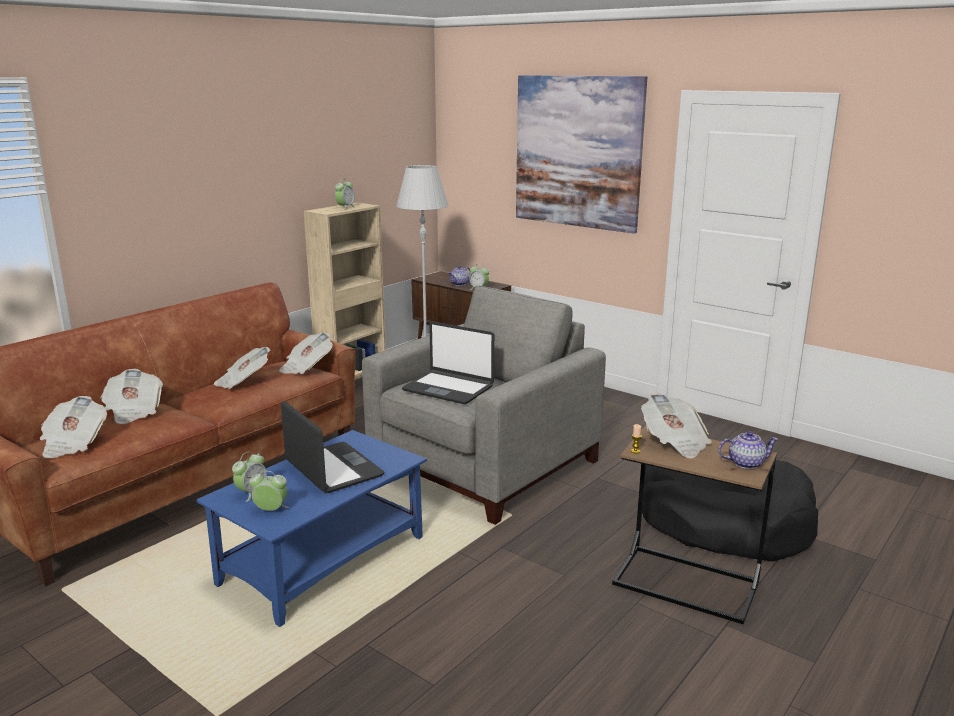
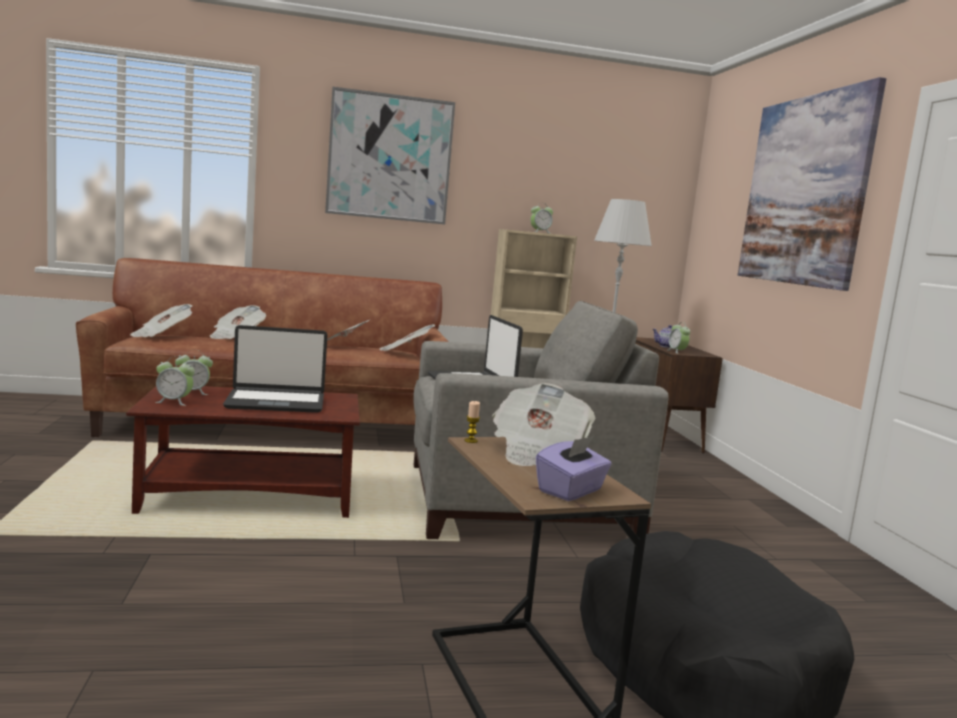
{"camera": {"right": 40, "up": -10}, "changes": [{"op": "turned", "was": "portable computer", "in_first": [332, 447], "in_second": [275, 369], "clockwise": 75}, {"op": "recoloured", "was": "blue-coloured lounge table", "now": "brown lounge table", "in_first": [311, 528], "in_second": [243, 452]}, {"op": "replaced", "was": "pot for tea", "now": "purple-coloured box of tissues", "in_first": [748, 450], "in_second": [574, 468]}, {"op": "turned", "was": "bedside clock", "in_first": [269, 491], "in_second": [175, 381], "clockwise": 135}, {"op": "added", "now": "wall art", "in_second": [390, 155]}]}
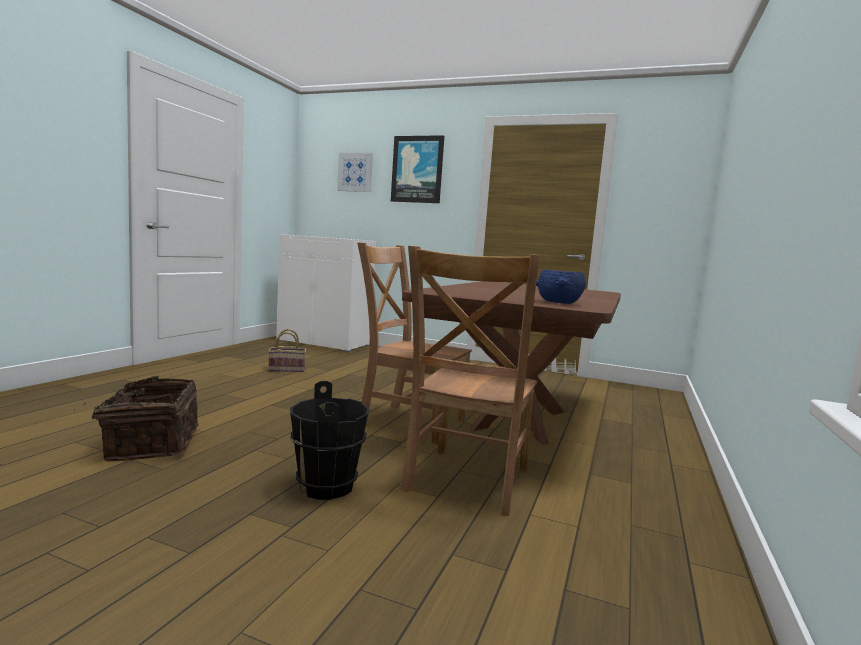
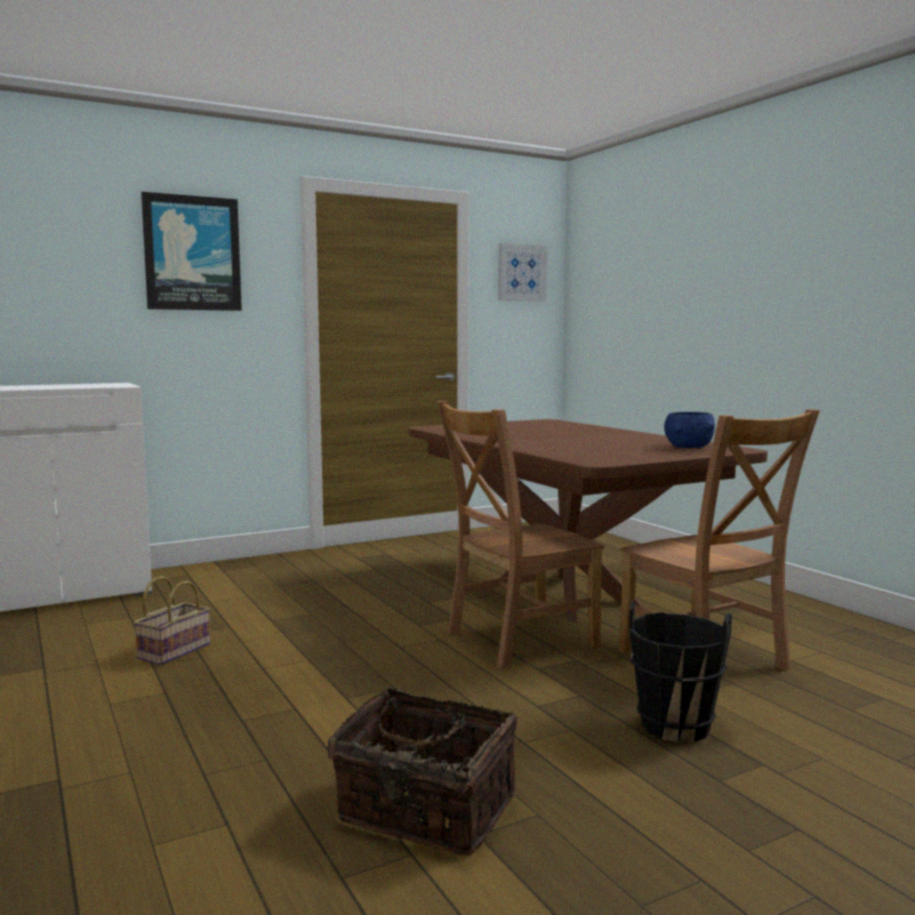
{"camera": {"right": -50, "up": 0}, "changes": [{"op": "moved", "was": "wall art", "in_first": [355, 172], "in_second": [522, 272]}]}
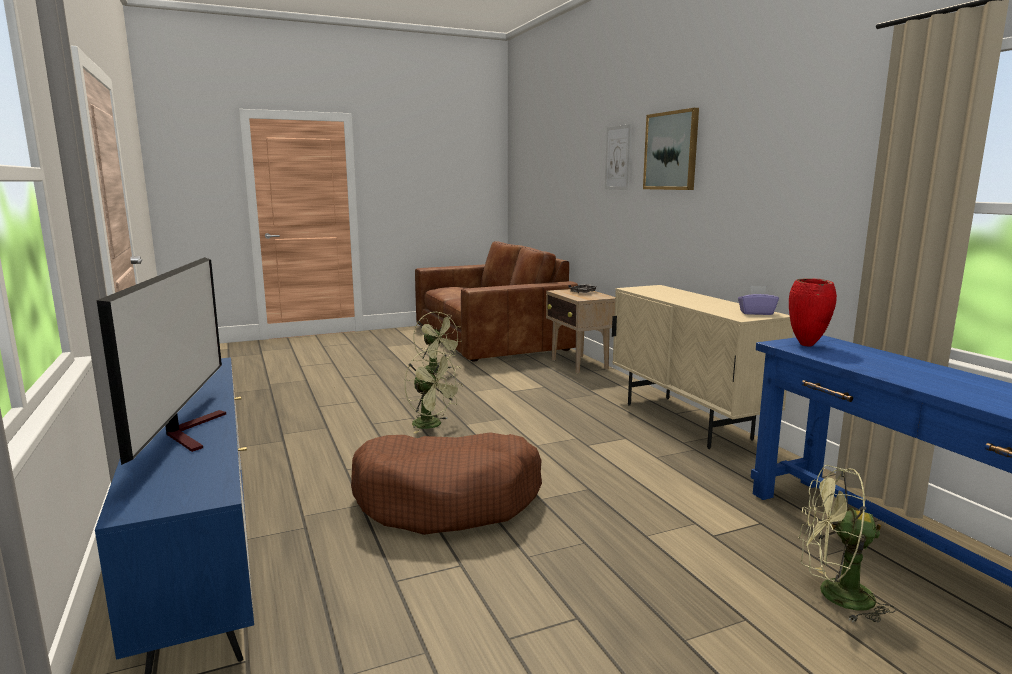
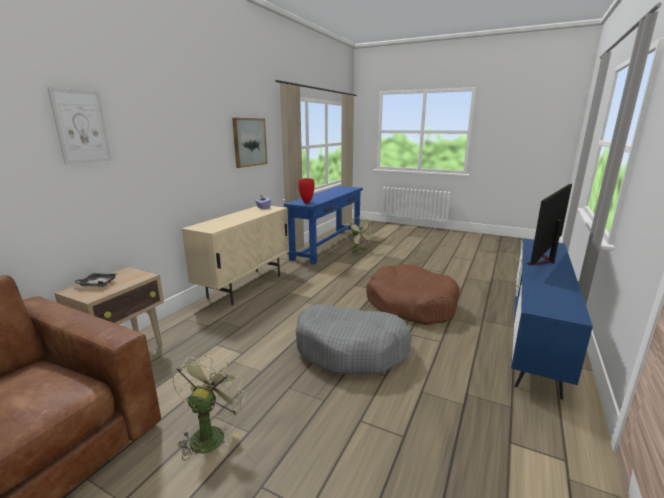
{"camera": {"right": -130, "up": 5}, "changes": [{"op": "moved", "was": "wall art", "in_first": [671, 149], "in_second": [249, 143]}, {"op": "replaced", "was": "green-coloured cooling fan", "now": "greyish dog cushion", "in_first": [434, 391], "in_second": [354, 339]}]}
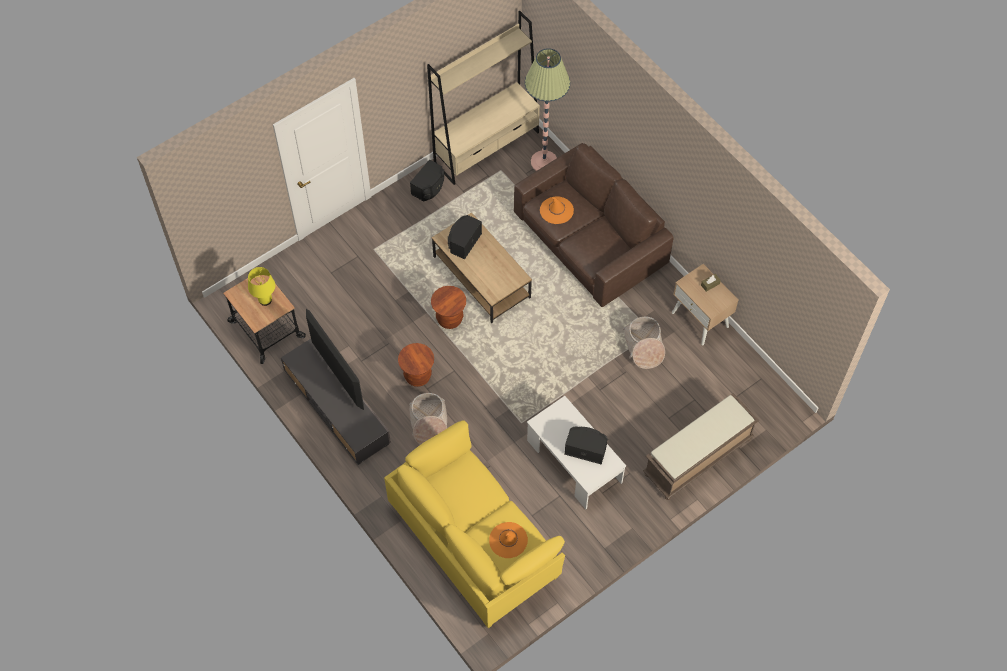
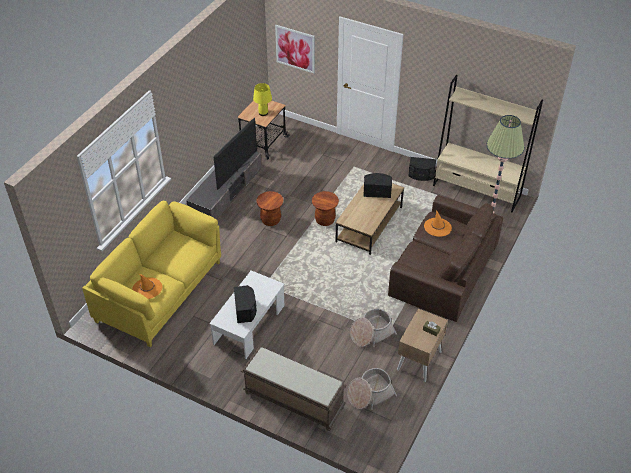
{"camera": {"right": 65, "up": -15}, "changes": [{"op": "moved", "was": "household basket", "in_first": [428, 419], "in_second": [372, 389]}, {"op": "added", "now": "wall art", "in_second": [295, 49]}]}
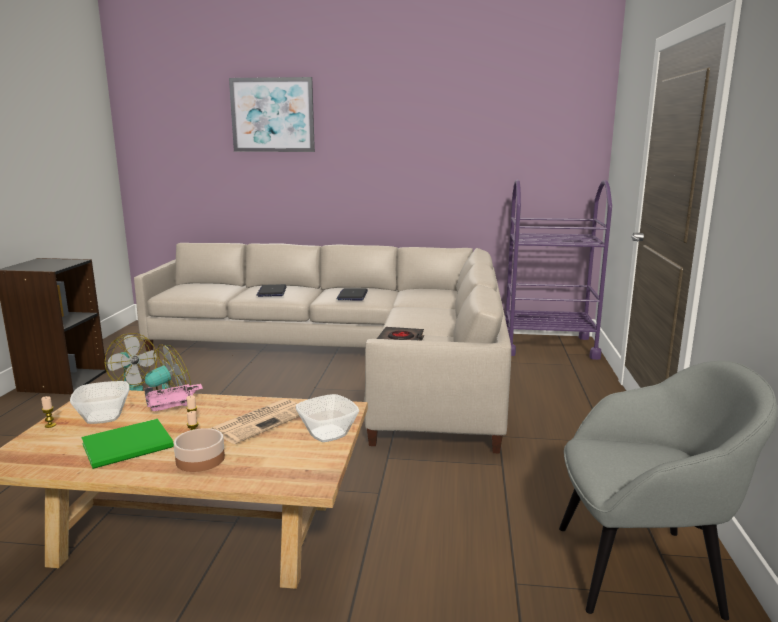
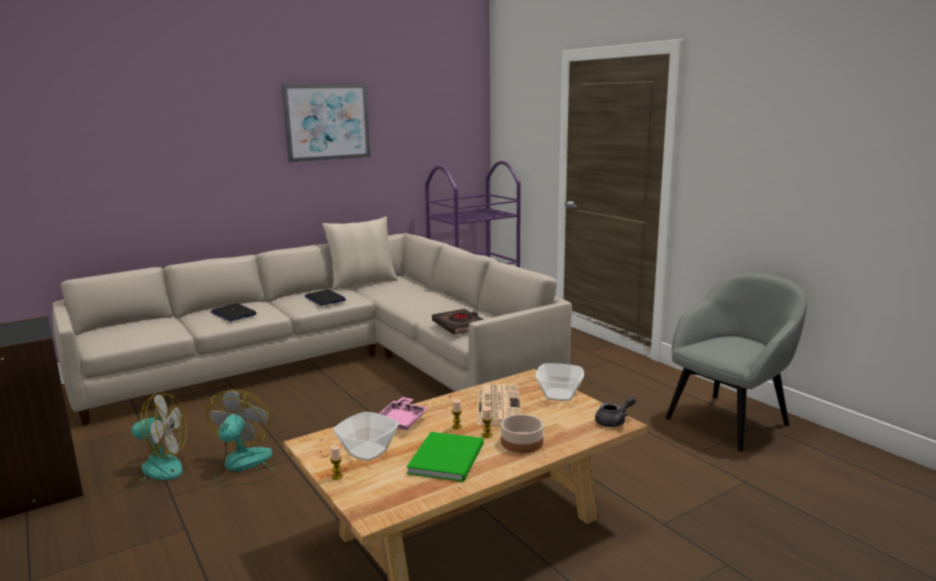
{"camera": {"right": -40, "up": 0}, "changes": [{"op": "moved", "was": "wall art", "in_first": [272, 114], "in_second": [326, 123]}, {"op": "added", "now": "beige-coloured throw pillow", "in_second": [360, 253]}, {"op": "added", "now": "greyish pot for tea", "in_second": [615, 411]}]}
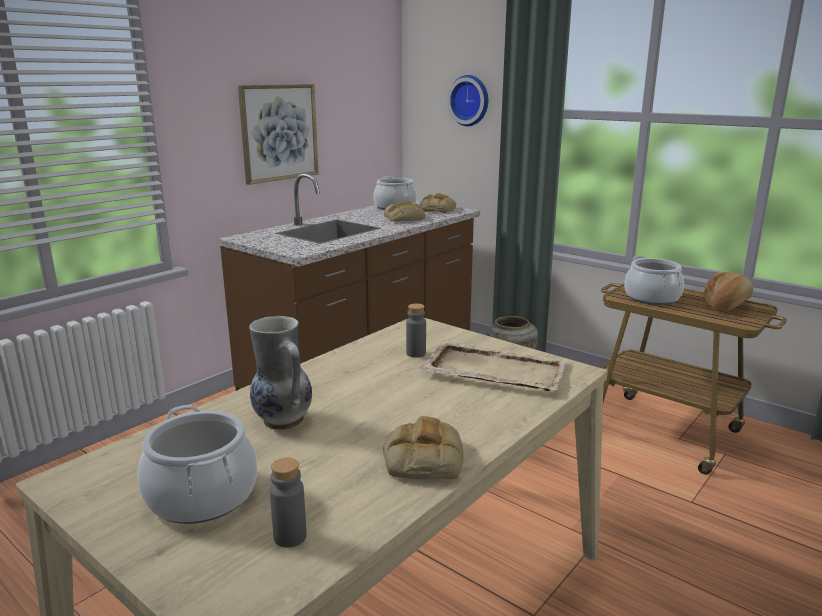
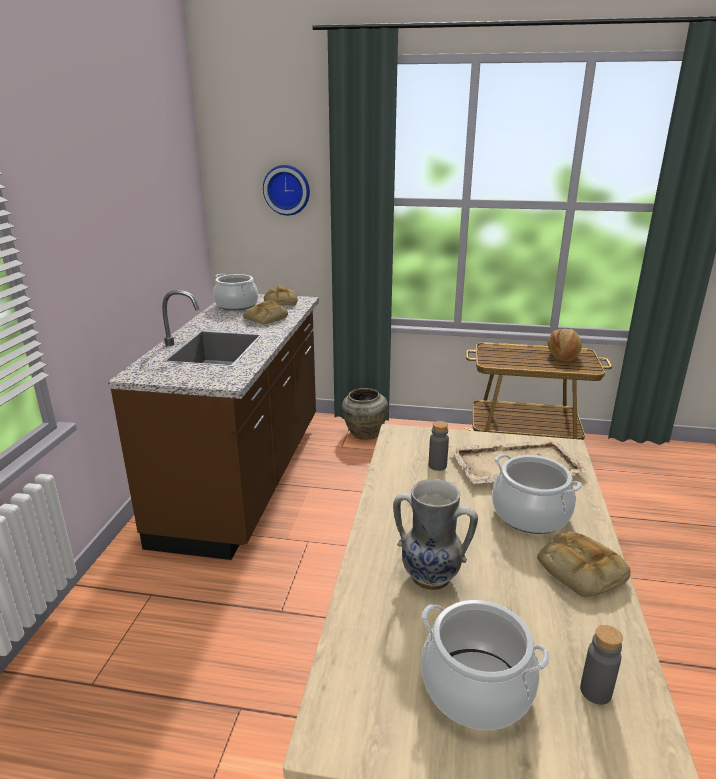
{"camera": {"right": -30, "up": 5}, "changes": [{"op": "removed", "was": "wall art", "in_first": [278, 134]}, {"op": "moved", "was": "saucepot", "in_first": [654, 280], "in_second": [537, 494]}]}
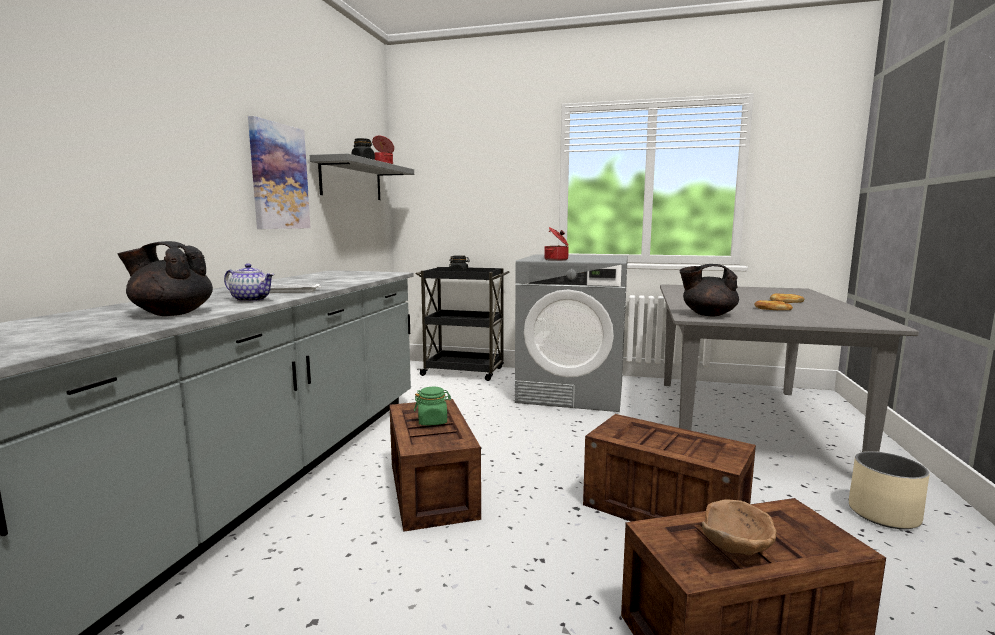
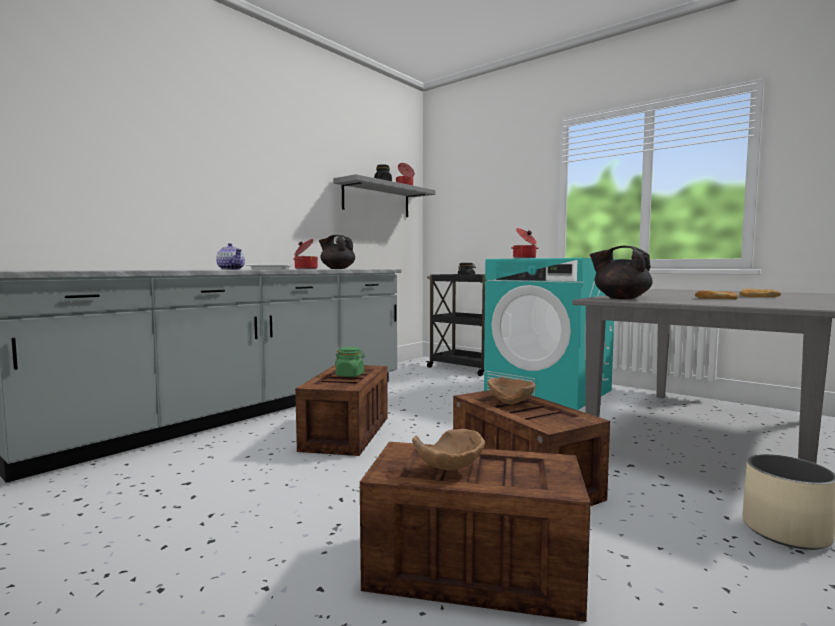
{"camera": {"right": 25, "up": -5}, "changes": [{"op": "removed", "was": "wall art", "in_first": [279, 172]}, {"op": "moved", "was": "blackish pot for tea", "in_first": [165, 278], "in_second": [337, 252]}, {"op": "recoloured", "was": "greyish laundry machine", "now": "blue-green laundry machine", "in_first": [571, 333], "in_second": [550, 334]}, {"op": "added", "now": "saucepot", "in_second": [305, 254]}, {"op": "added", "now": "brown serving bowl", "in_second": [511, 391]}]}
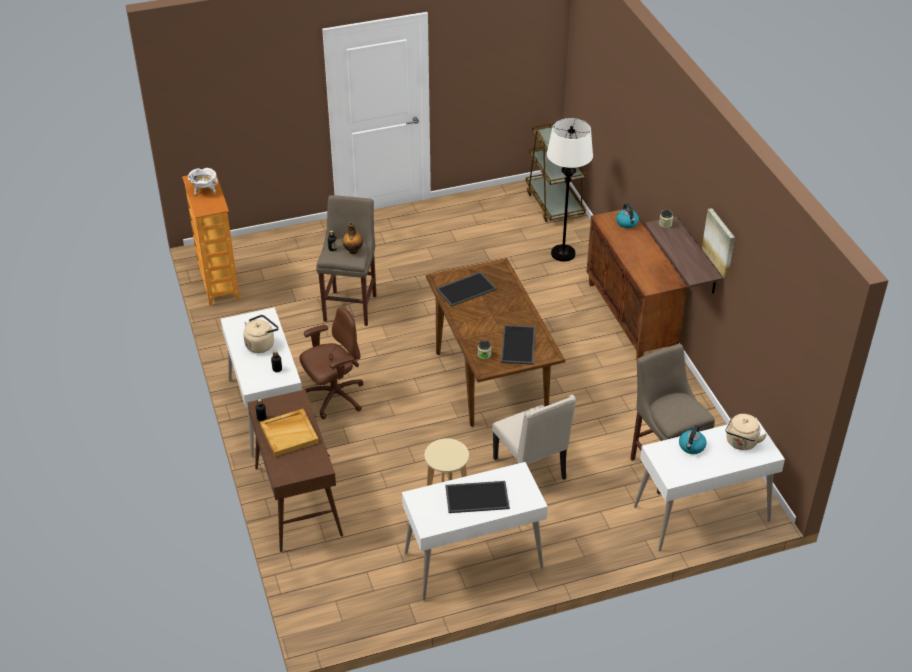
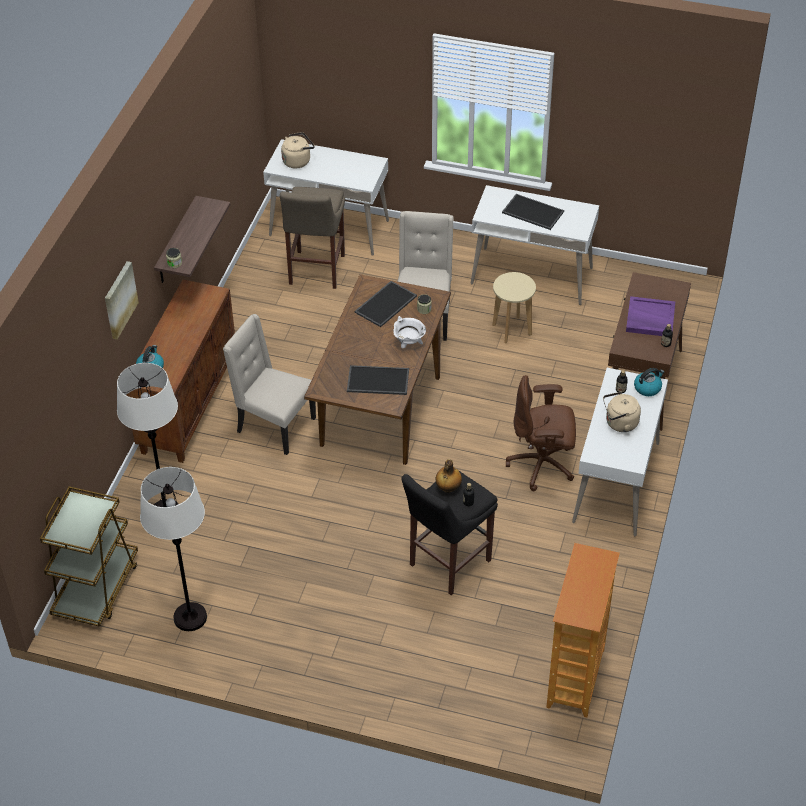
{"camera": {"right": -145, "up": 5}, "changes": [{"op": "moved", "was": "whitish saucepot", "in_first": [203, 181], "in_second": [409, 332]}, {"op": "recoloured", "was": "beige-coloured stool", "now": "blackish stool", "in_first": [346, 260], "in_second": [449, 532]}, {"op": "moved", "was": "wall art", "in_first": [718, 243], "in_second": [122, 300]}, {"op": "recoloured", "was": "beige-coloured carrying tray", "now": "purple-coloured carrying tray", "in_first": [289, 433], "in_second": [650, 316]}, {"op": "moved", "was": "water kettle", "in_first": [693, 439], "in_second": [649, 382]}, {"op": "added", "now": "beige-coloured plain chair", "in_second": [269, 384]}, {"op": "added", "now": "whitish standing lamp", "in_second": [173, 549]}]}
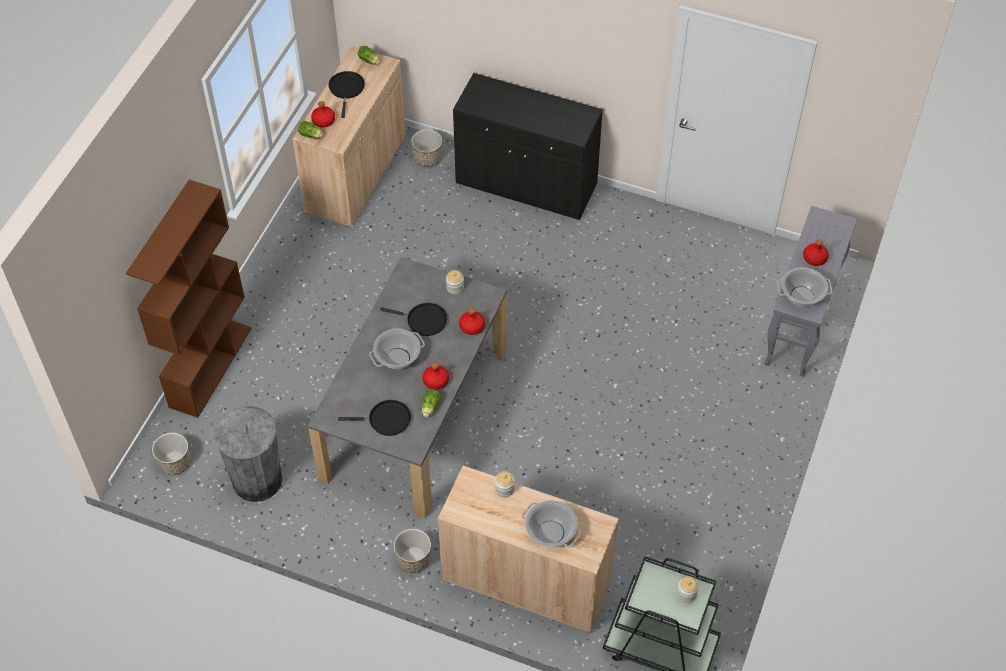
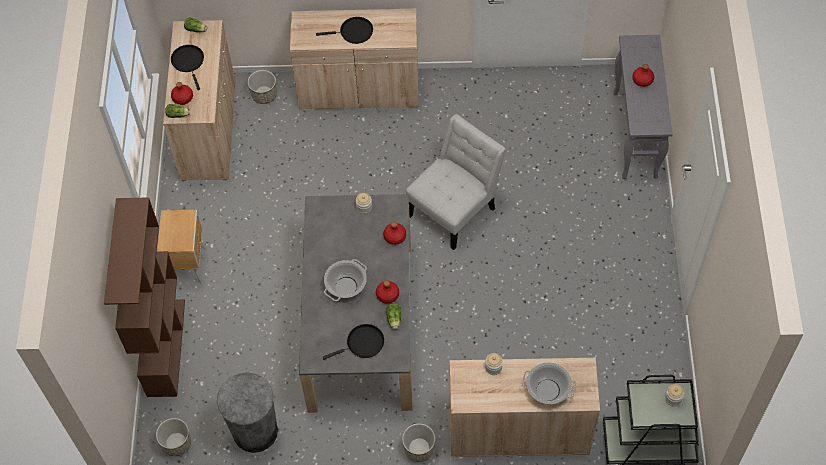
{"camera": {"right": -20, "up": 5}, "changes": [{"op": "recoloured", "was": "blackish cupboard", "now": "beige-coloured cupboard", "in_first": [528, 146], "in_second": [354, 59]}, {"op": "removed", "was": "saucepot", "in_first": [804, 287]}, {"op": "moved", "was": "blackish skillet", "in_first": [413, 319], "in_second": [344, 30]}, {"op": "added", "now": "whitish plain chair", "in_second": [456, 182]}, {"op": "added", "now": "brown nightstand", "in_second": [181, 247]}]}
